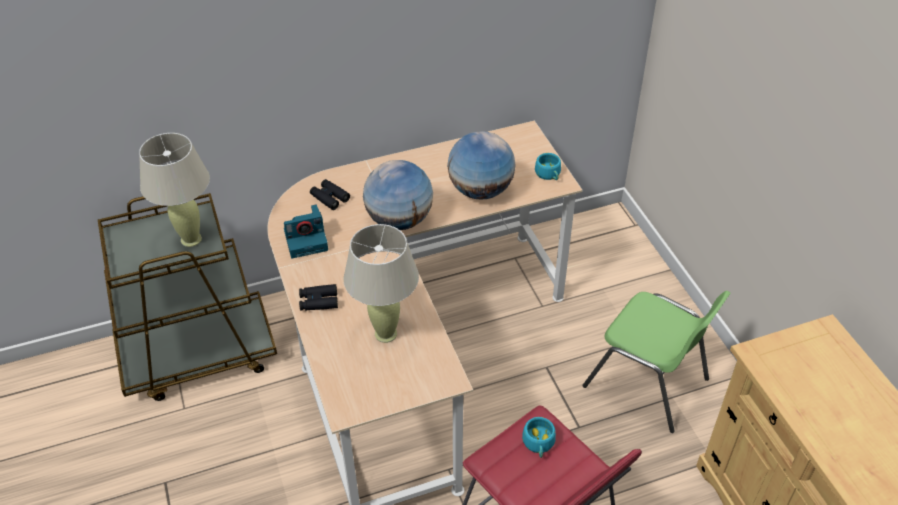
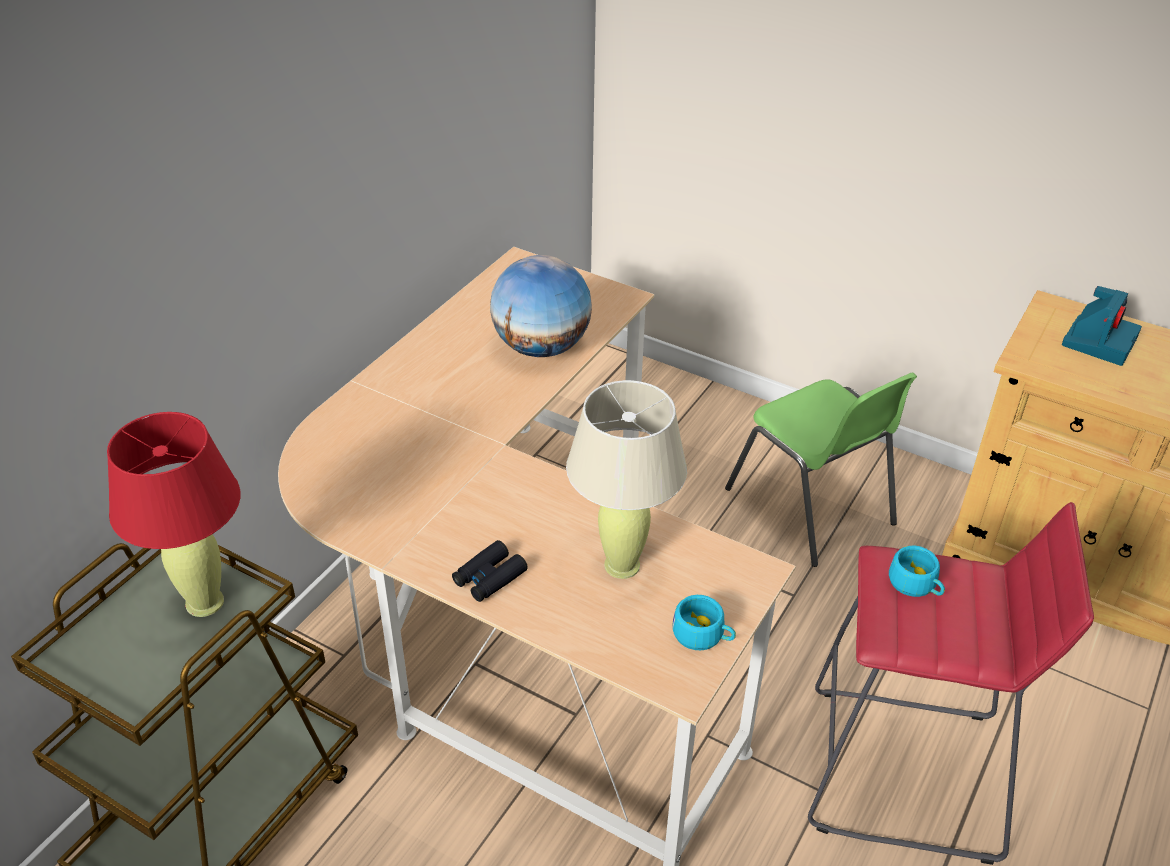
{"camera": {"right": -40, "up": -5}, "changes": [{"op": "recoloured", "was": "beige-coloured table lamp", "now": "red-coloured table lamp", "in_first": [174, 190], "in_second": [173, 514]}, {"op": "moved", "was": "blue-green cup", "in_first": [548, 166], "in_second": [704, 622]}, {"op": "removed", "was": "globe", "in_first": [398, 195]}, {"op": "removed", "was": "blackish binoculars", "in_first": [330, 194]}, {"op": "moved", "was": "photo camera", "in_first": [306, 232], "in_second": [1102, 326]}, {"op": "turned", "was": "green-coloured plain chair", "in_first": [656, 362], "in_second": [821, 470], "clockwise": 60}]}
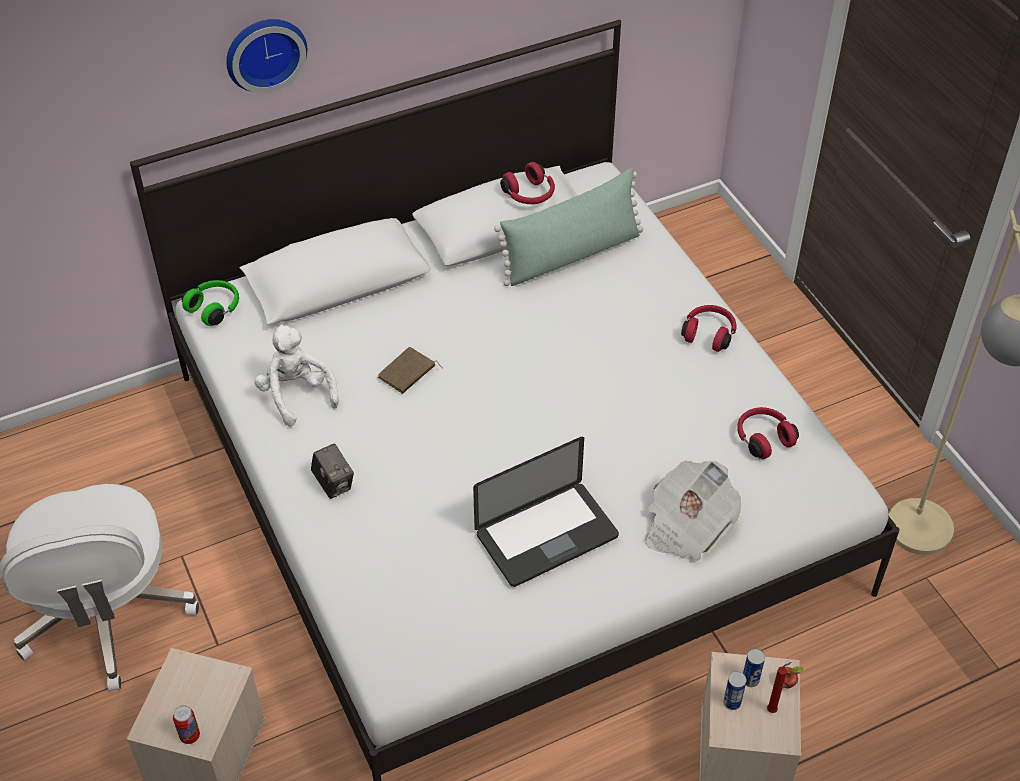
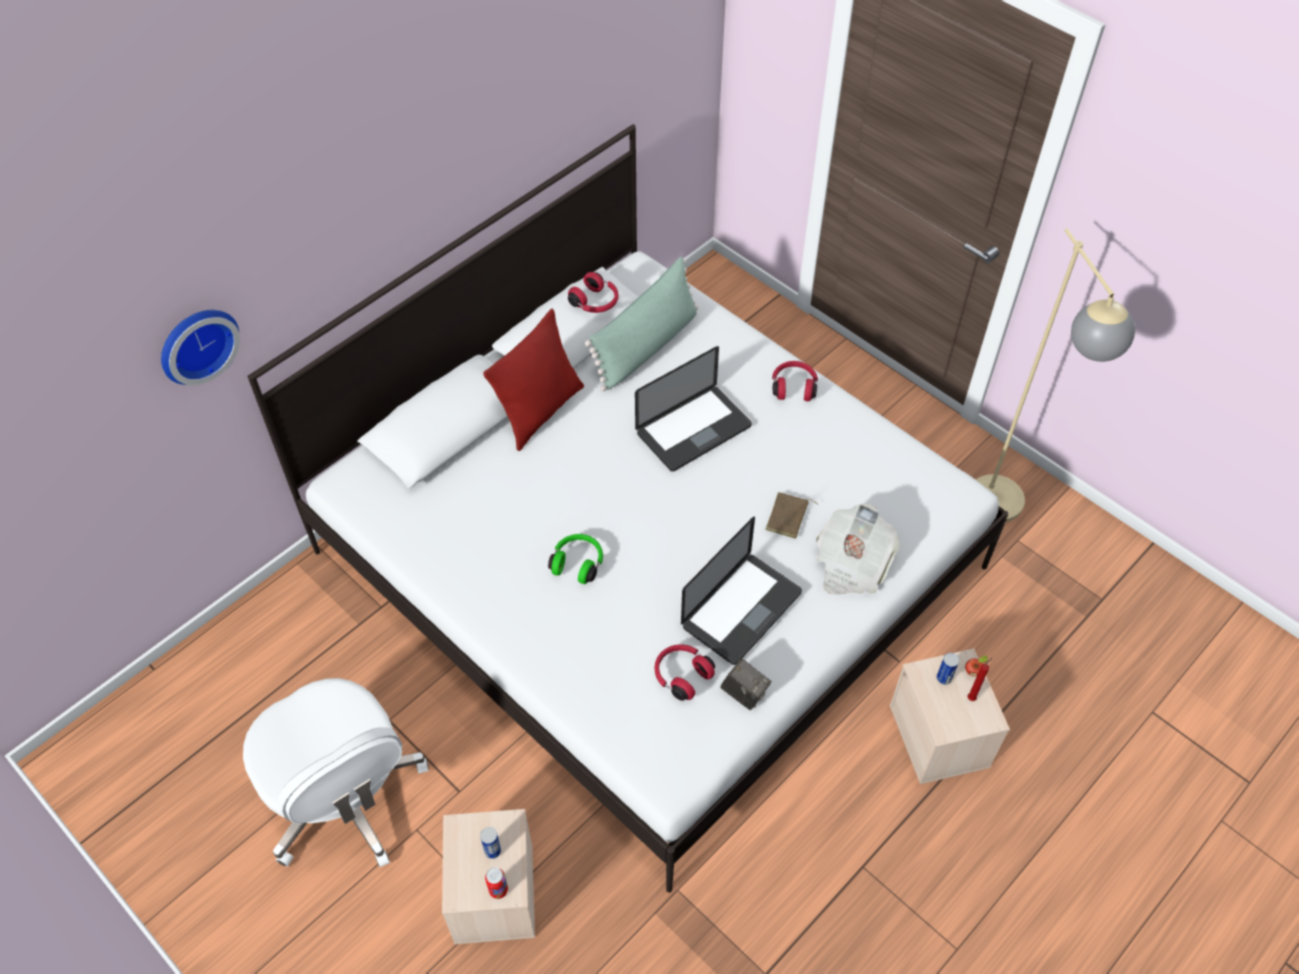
{"camera": {"right": -20, "up": 5}, "changes": [{"op": "moved", "was": "clock on the wall", "in_first": [266, 56], "in_second": [200, 347]}, {"op": "moved", "was": "green-coloured headphones", "in_first": [210, 303], "in_second": [575, 559]}, {"op": "removed", "was": "whitish soft toy", "in_first": [296, 375]}, {"op": "moved", "was": "brown book", "in_first": [410, 370], "in_second": [791, 515]}, {"op": "moved", "was": "red-coloured headphones", "in_first": [768, 433], "in_second": [684, 672]}, {"op": "moved", "was": "photo camera", "in_first": [332, 471], "in_second": [745, 684]}, {"op": "moved", "was": "can", "in_first": [735, 690], "in_second": [490, 843]}, {"op": "added", "now": "red-coloured throw pillow", "in_second": [533, 379]}, {"op": "added", "now": "portable computer", "in_second": [693, 409]}]}
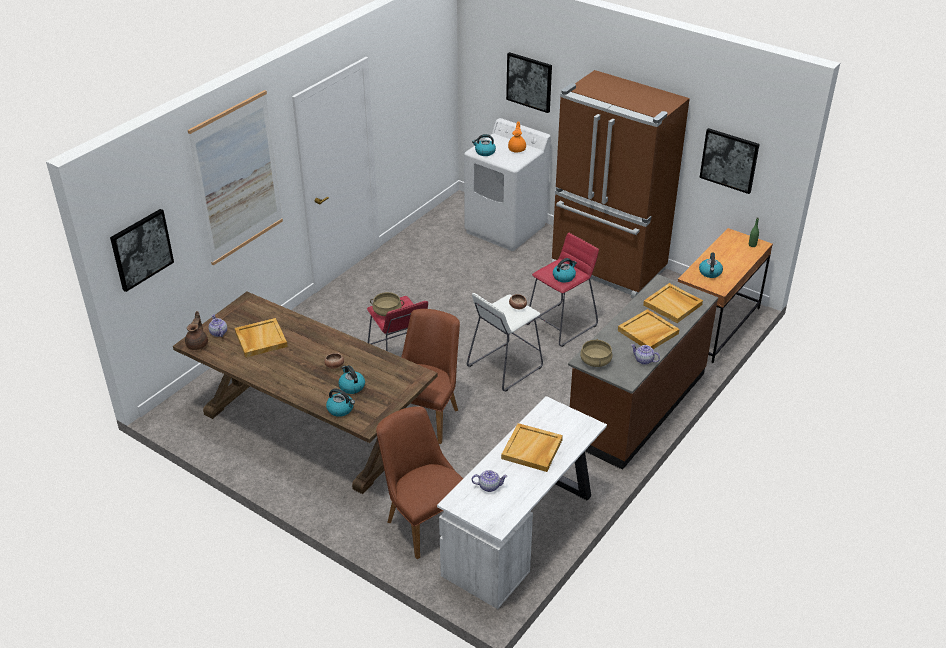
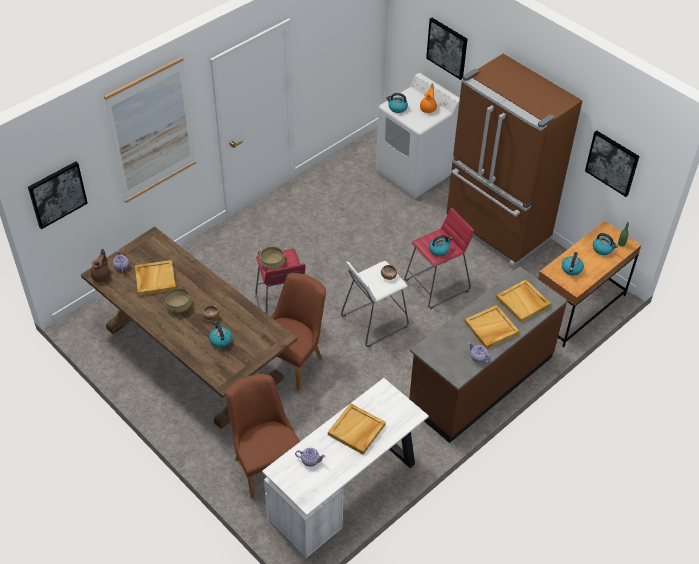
{"camera": {"right": 10, "up": 10}, "changes": [{"op": "moved", "was": "beige-coloured saucepot", "in_first": [596, 353], "in_second": [178, 300]}, {"op": "moved", "was": "water kettle", "in_first": [340, 402], "in_second": [605, 244]}]}
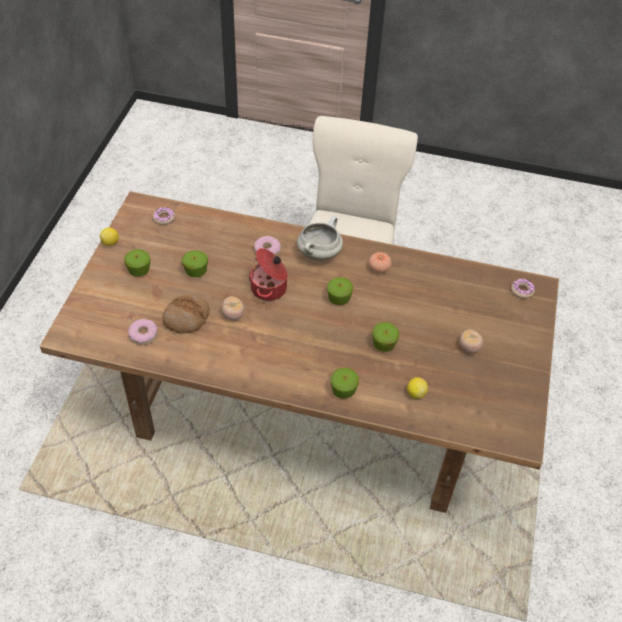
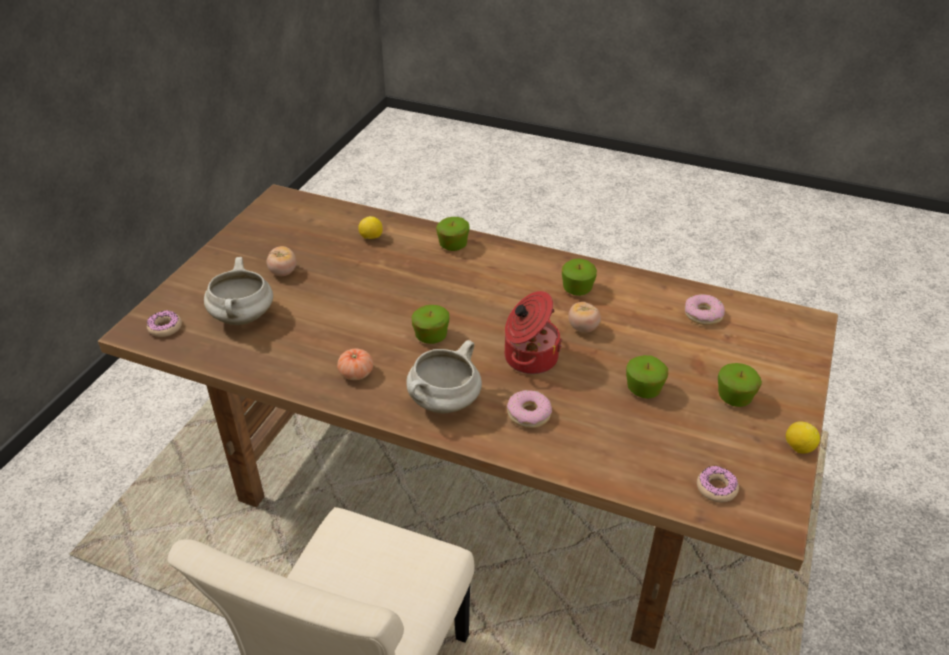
{"camera": {"right": -170, "up": -10}, "changes": [{"op": "removed", "was": "baked bread", "in_first": [186, 314]}, {"op": "moved", "was": "apple fruit", "in_first": [385, 337], "in_second": [579, 277]}, {"op": "added", "now": "whitish saucepot", "in_second": [238, 291]}]}
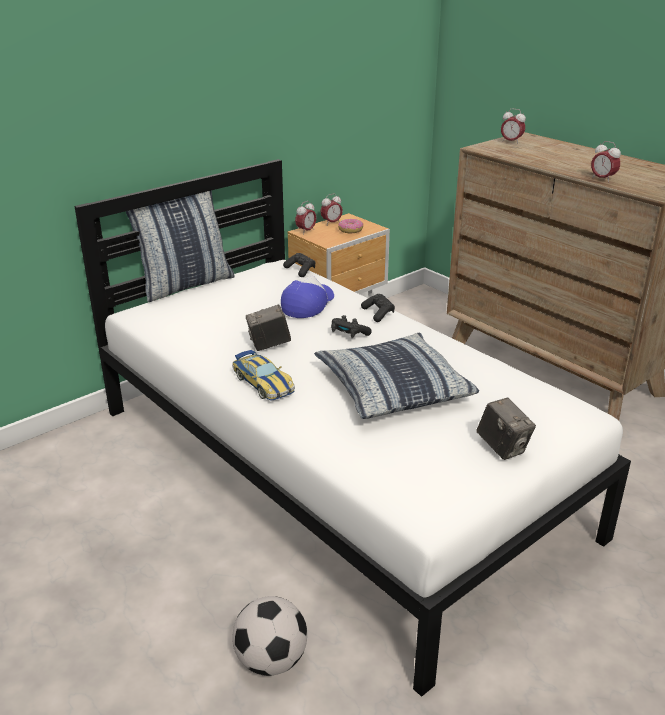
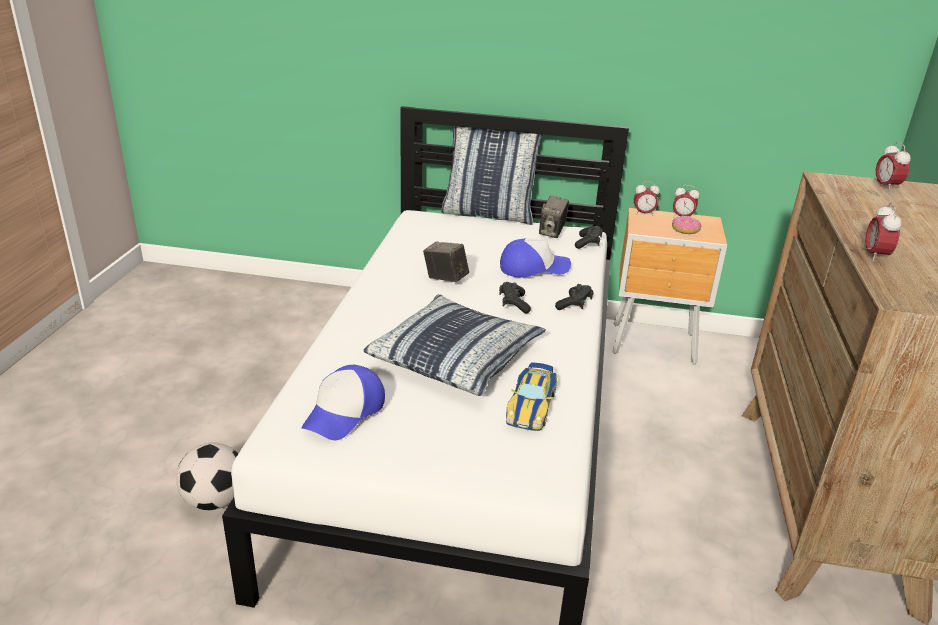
{"camera": {"right": 50, "up": 0}, "changes": [{"op": "moved", "was": "miniature car", "in_first": [263, 375], "in_second": [531, 396]}, {"op": "moved", "was": "photo camera", "in_first": [506, 429], "in_second": [554, 216]}, {"op": "added", "now": "cap", "in_second": [343, 402]}]}
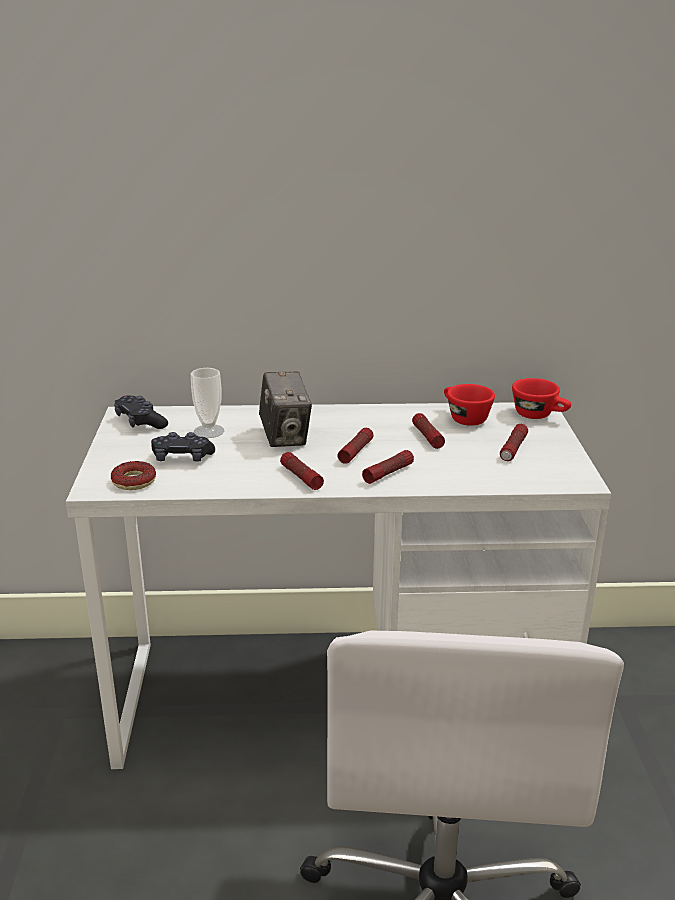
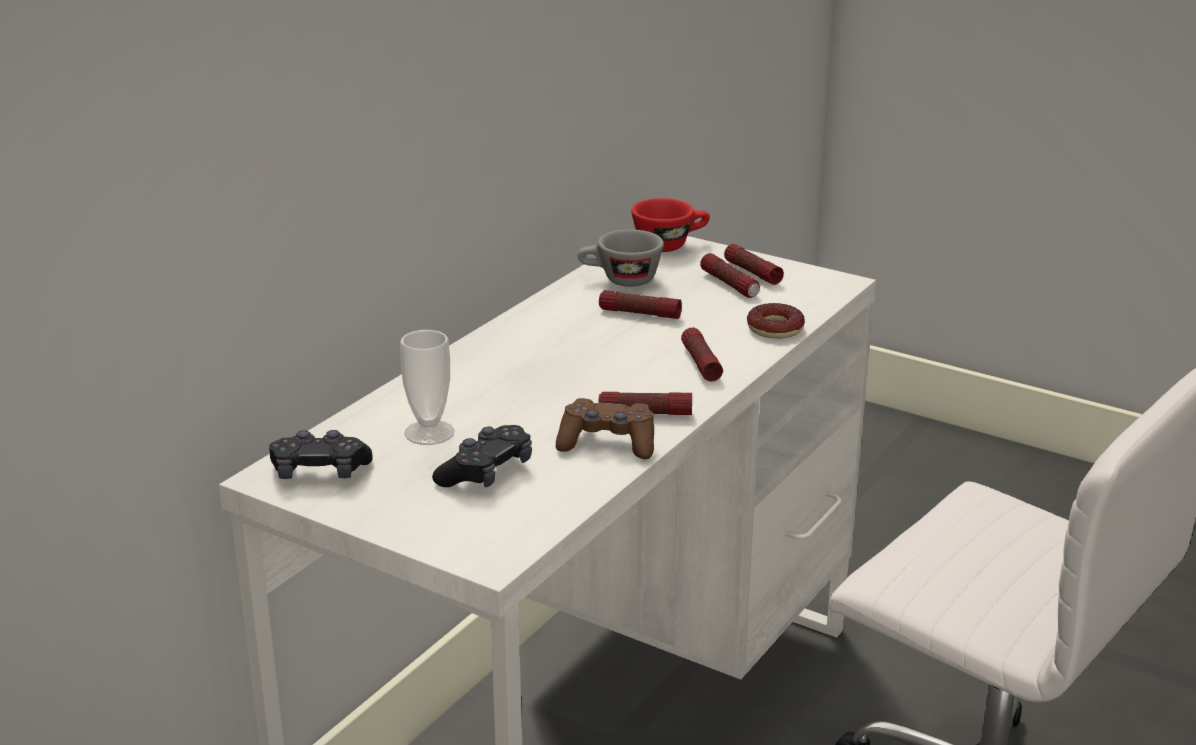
{"camera": {"right": -55, "up": 0}, "changes": [{"op": "removed", "was": "photo camera", "in_first": [285, 409]}, {"op": "recoloured", "was": "red-coloured cup", "now": "greyish cup", "in_first": [469, 405], "in_second": [621, 258]}, {"op": "moved", "was": "flashlight", "in_first": [355, 446], "in_second": [754, 264]}, {"op": "moved", "was": "ring doughnut", "in_first": [133, 475], "in_second": [776, 321]}, {"op": "added", "now": "brown game controller", "in_second": [605, 428]}]}
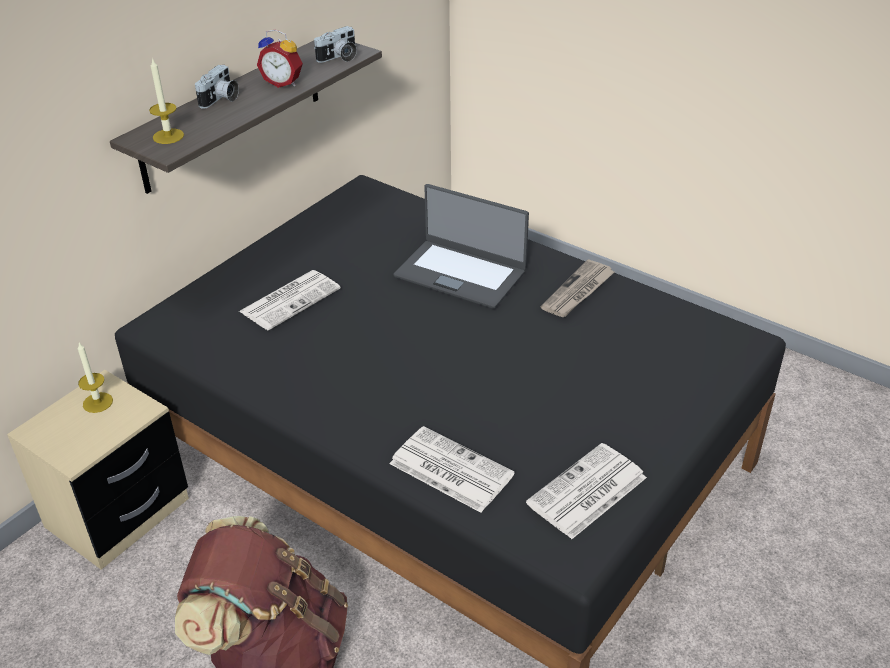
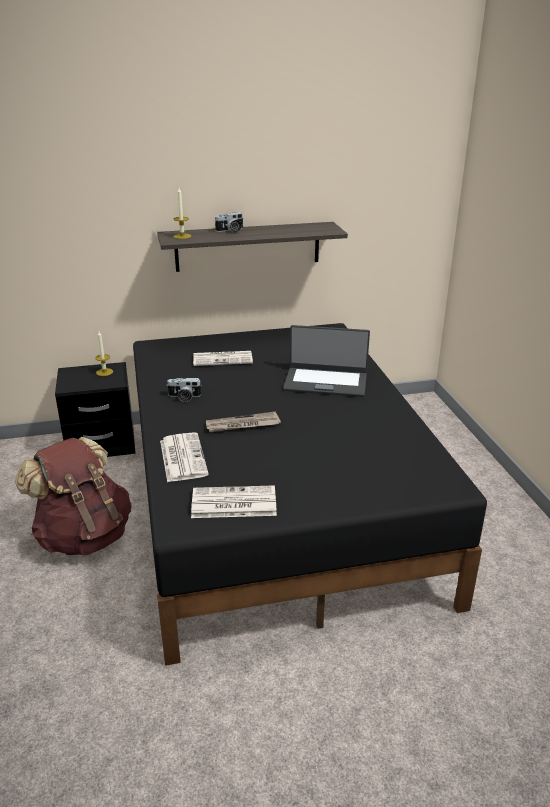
{"camera": {"right": 40, "up": -10}, "changes": [{"op": "moved", "was": "photo camera", "in_first": [335, 44], "in_second": [184, 390]}, {"op": "removed", "was": "bedside clock", "in_first": [280, 58]}, {"op": "turned", "was": "portable computer", "in_first": [461, 246], "in_second": [326, 361], "clockwise": -60}, {"op": "moved", "was": "newspaper", "in_first": [577, 288], "in_second": [243, 421]}, {"op": "recoloured", "was": "beige-coloured nightstand", "now": "blackish nightstand", "in_first": [98, 470], "in_second": [95, 409]}]}
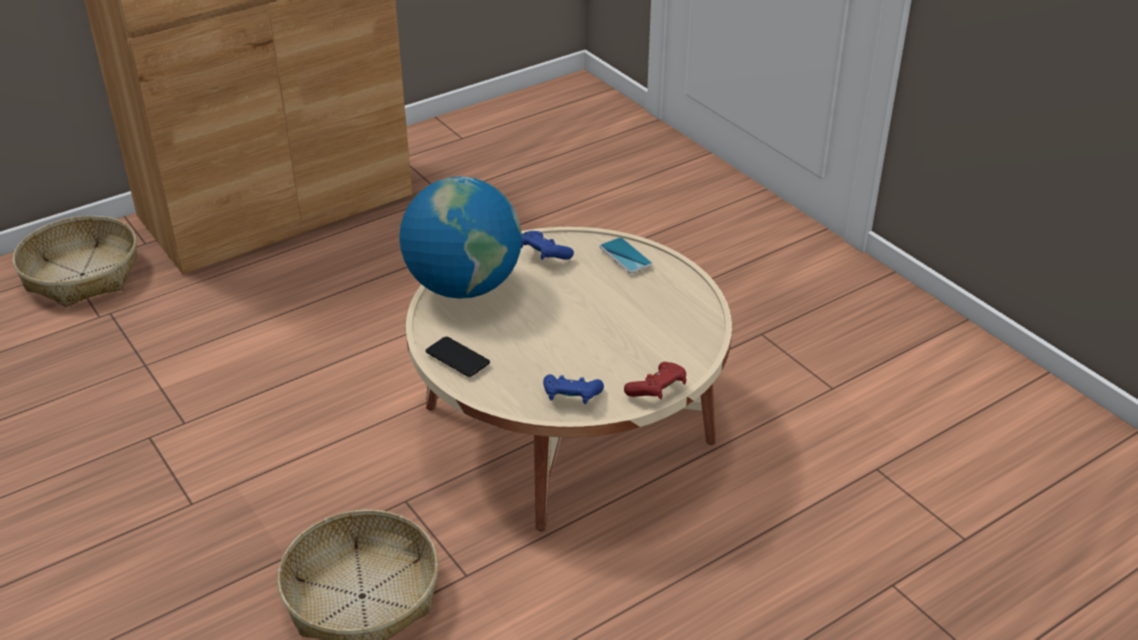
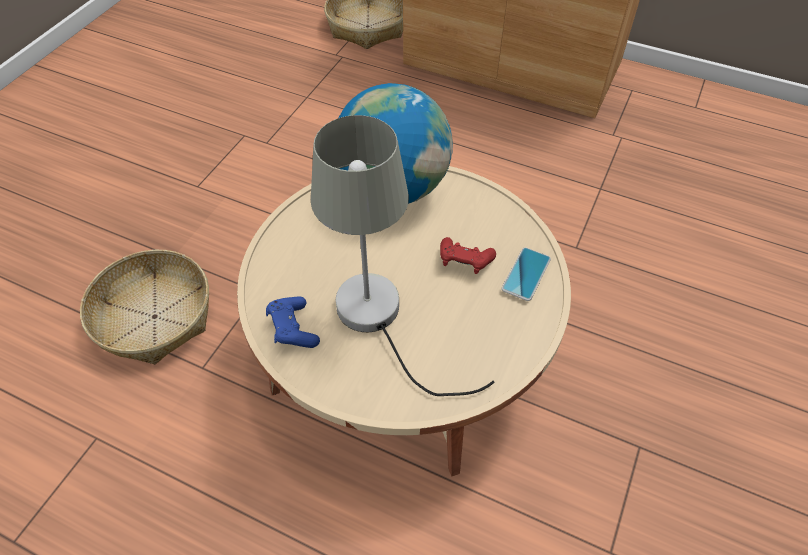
{"camera": {"right": 60, "up": 15}, "changes": [{"op": "removed", "was": "blue-coloured game controller", "in_first": [547, 245]}, {"op": "removed", "was": "telephone", "in_first": [458, 357]}, {"op": "moved", "was": "red-coloured game controller", "in_first": [655, 380], "in_second": [468, 255]}, {"op": "added", "now": "greyish table lamp", "in_second": [403, 255]}]}
